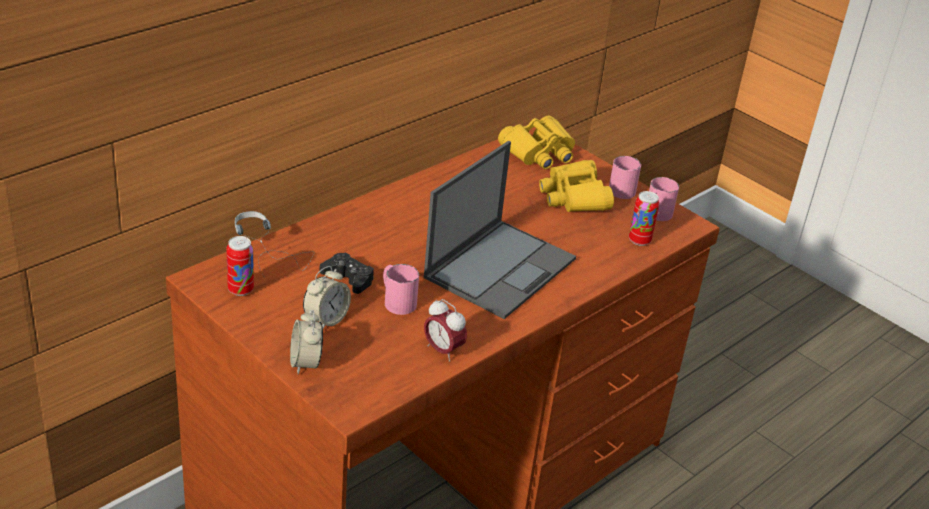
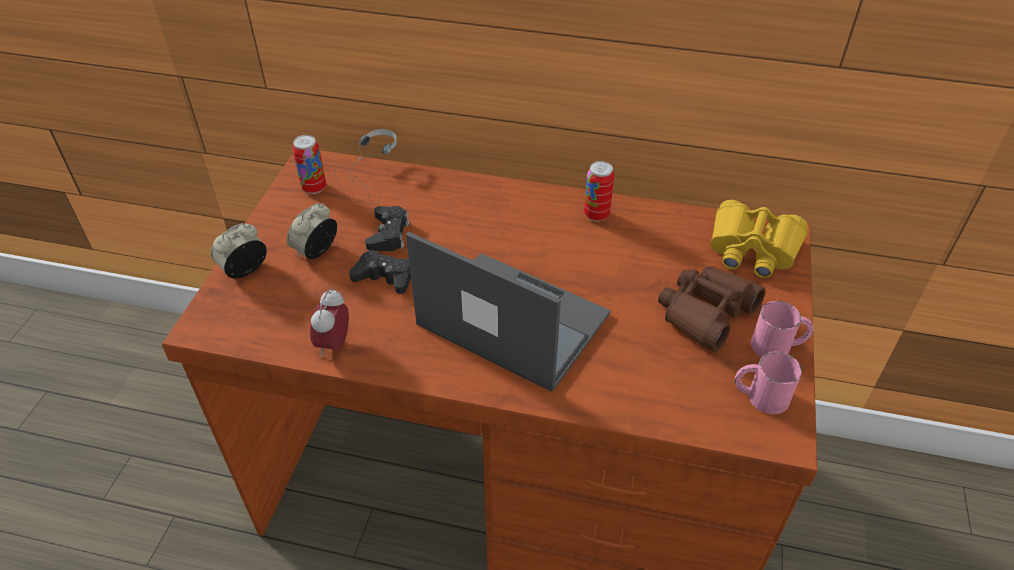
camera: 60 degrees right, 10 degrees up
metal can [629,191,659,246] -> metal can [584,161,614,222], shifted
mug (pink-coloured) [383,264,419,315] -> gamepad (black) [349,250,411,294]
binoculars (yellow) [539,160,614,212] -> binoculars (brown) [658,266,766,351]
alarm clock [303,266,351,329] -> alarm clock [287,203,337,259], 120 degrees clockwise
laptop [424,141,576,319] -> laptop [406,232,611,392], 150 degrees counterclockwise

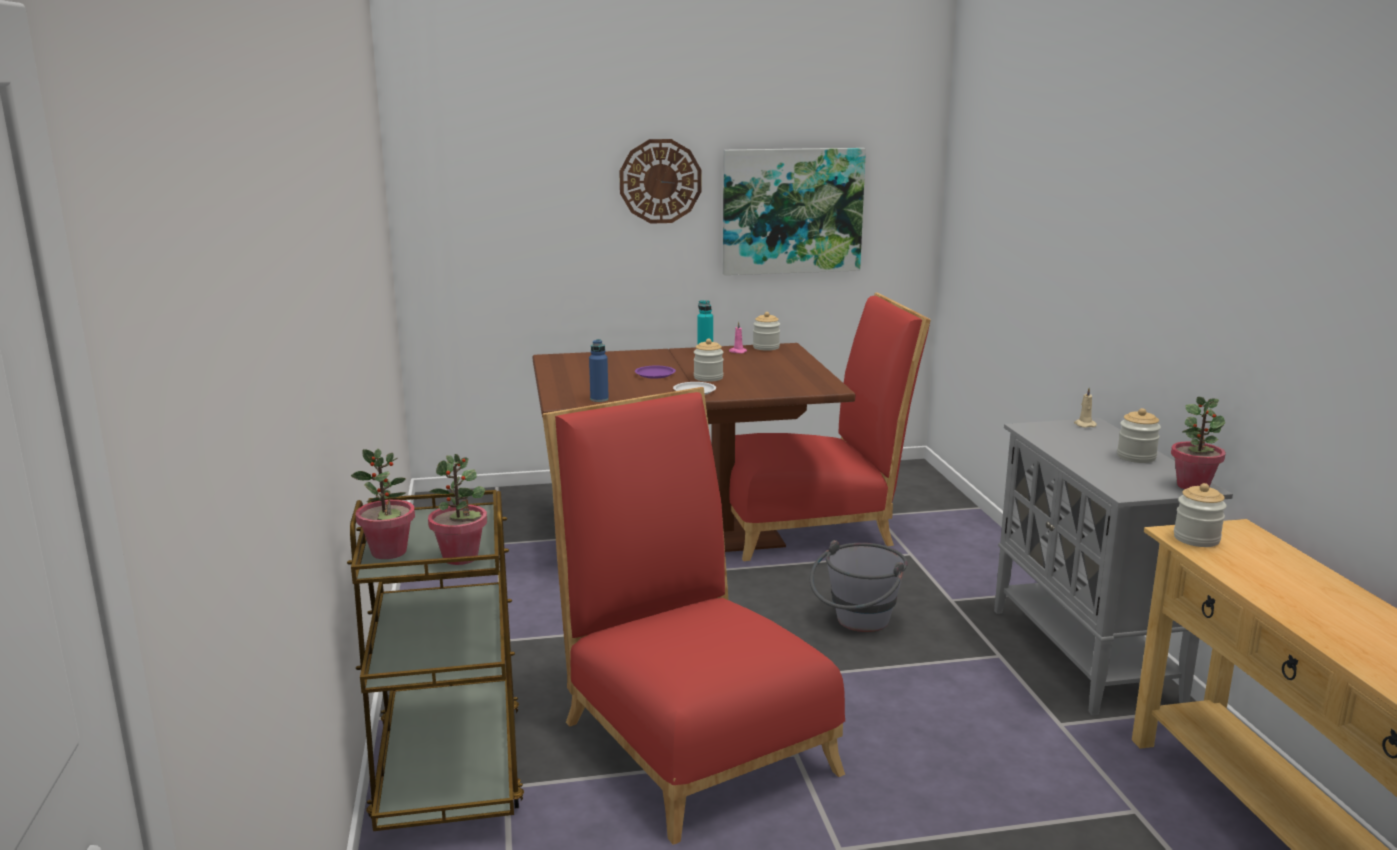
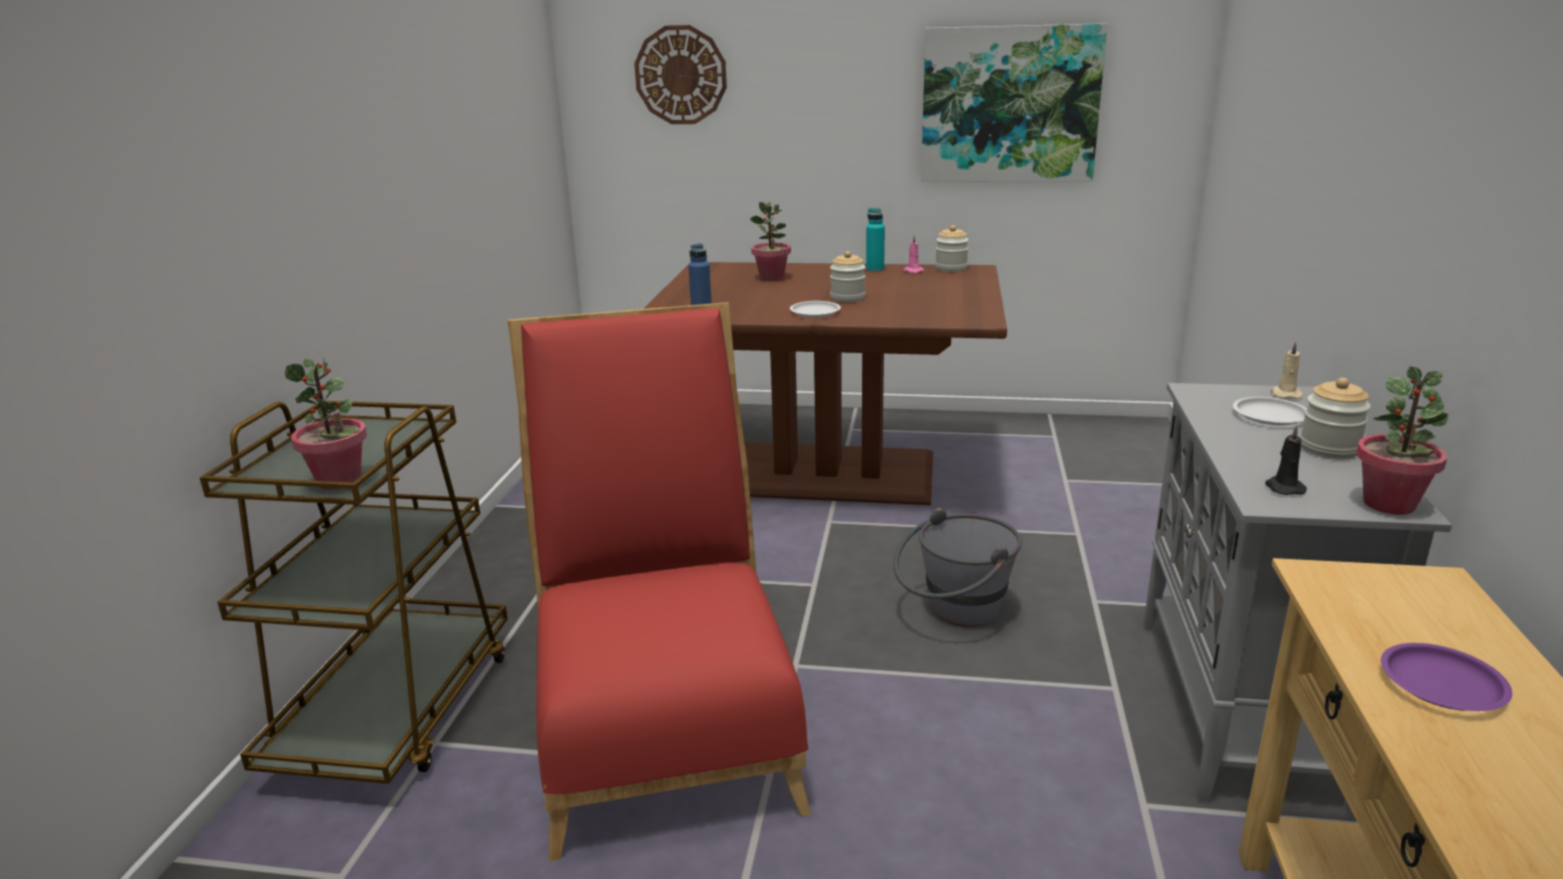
camera: 20 degrees right, 5 degrees up
chair (red-coloured) [729,292,931,561] -> none
jar [1174,483,1226,547] -> none
none -> plate (white-coloured) [1233,397,1307,425]
none -> wax candle (black) [1265,425,1307,495]
potted plant [351,449,415,559] -> potted plant [750,202,791,281], shifted
wall clock [619,139,701,224] -> wall clock [634,25,727,124], shifted
plate (purplish) [635,366,676,379] -> plate (purplish) [1381,643,1512,711], shifted

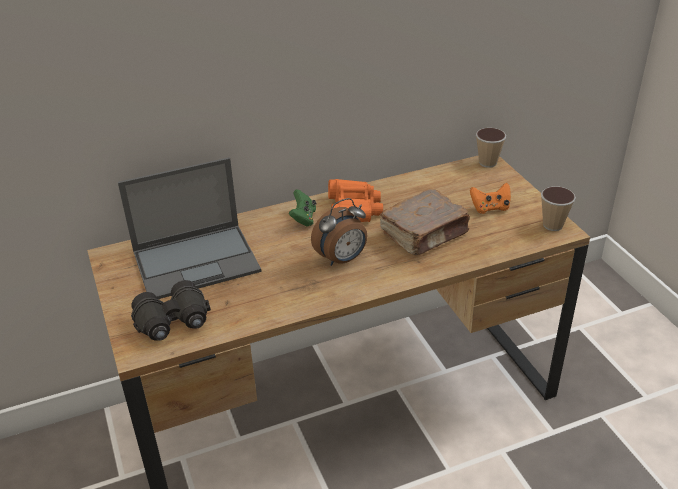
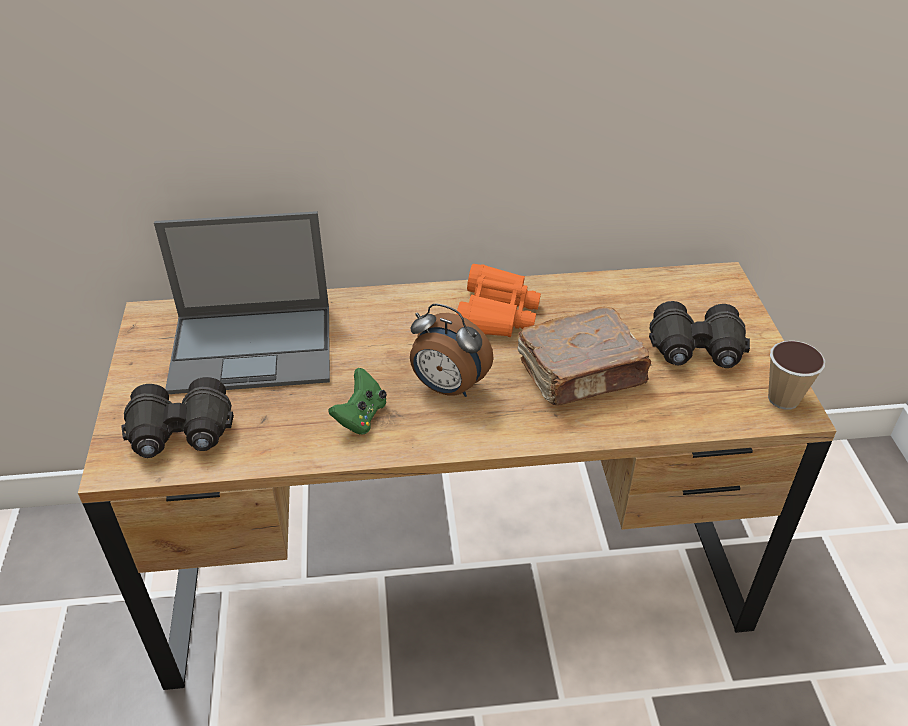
camera: 15 degrees right, 5 degrees up
drinking cup [476,128,506,168] -> none
gamepad (greenish) [289,189,316,226] -> gamepad (greenish) [328,368,387,435], shifted
gamepad (orange) [470,183,511,214] -> binoculars (black) [649,301,750,368]
alarm clock [311,198,367,266] -> alarm clock [410,303,494,397], 45 degrees clockwise

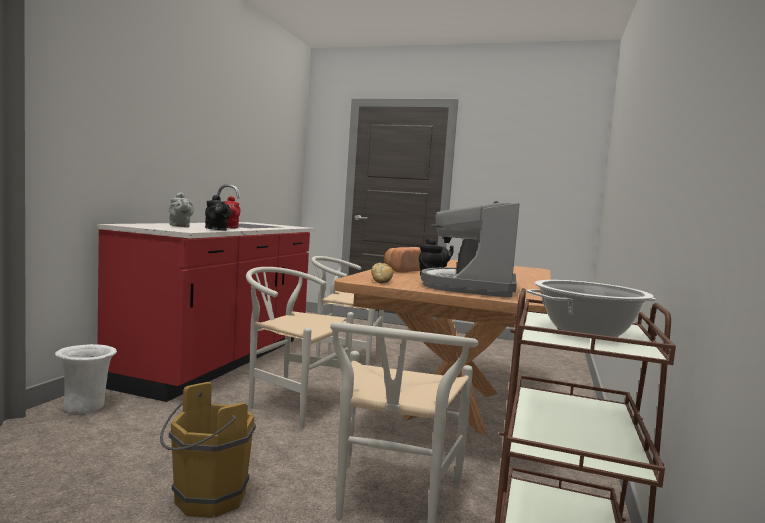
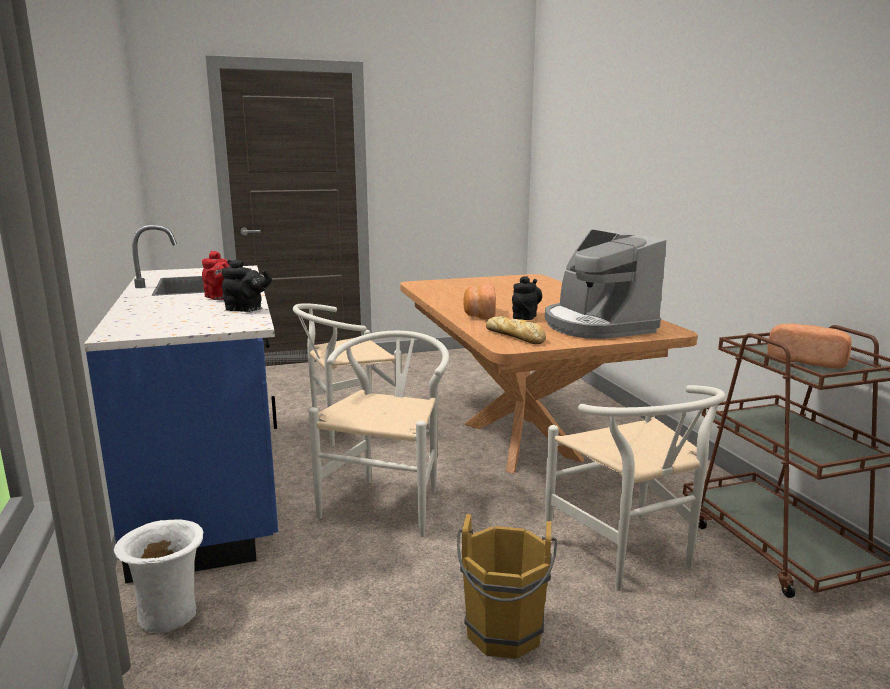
camera: 35 degrees left, 10 degrees up
pot for tea (greyish) [169,192,194,227] -> none
stockpot [526,280,656,337] -> baked bread [767,324,852,369]
counter (red-coloured) [97,184,315,402] -> counter (bluish) [84,225,278,584]
chair (white-coloured) [246,267,354,429] -> chair (white-coloured) [309,331,449,537], 120 degrees clockwise

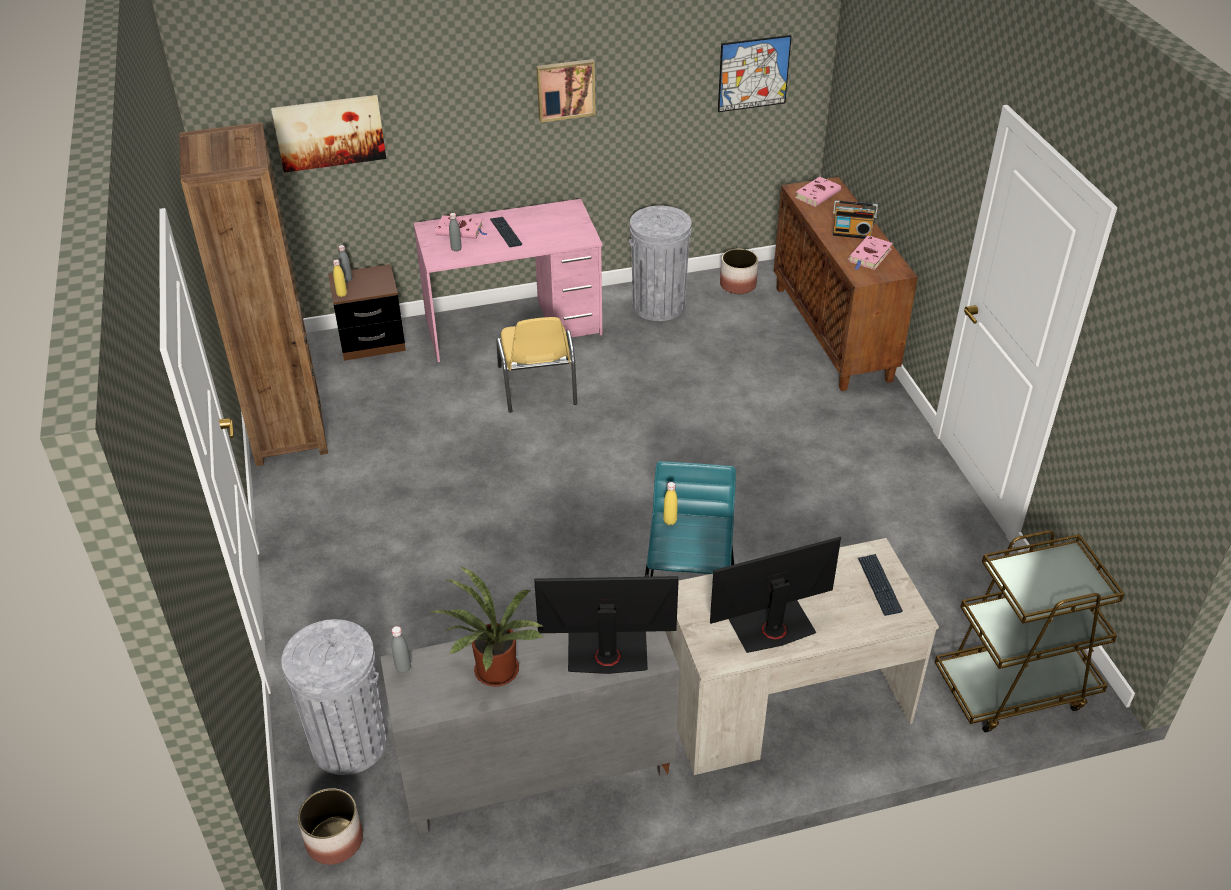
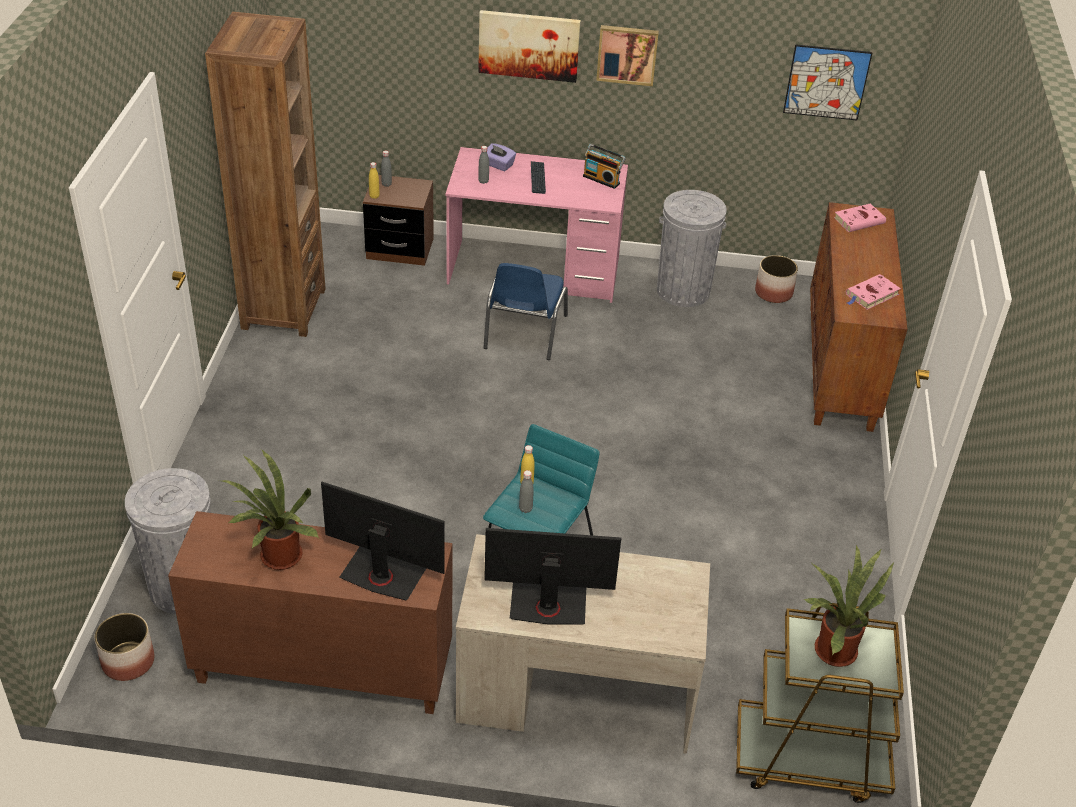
camera: 20 degrees right, 0 degrees up
keyboard [858,554,903,616] -> none
none -> potted plant [804,544,894,667]
wall picture [271,95,386,173] -> wall picture [478,10,581,83], shifted
beverage bottle (greyish) [391,626,411,673] -> beverage bottle (greyish) [519,470,534,513], shifted
radio set [832,200,878,239] -> radio set [583,144,626,189], shifted
book (pink-coloured) [435,215,488,239] -> tissue holder (purplish) [487,143,516,171]
cupboard (greyish) [380,626,680,834] -> cupboard (brown) [168,511,452,714]
chair (yellow) [496,317,577,413] -> chair (bluish) [483,263,568,360]

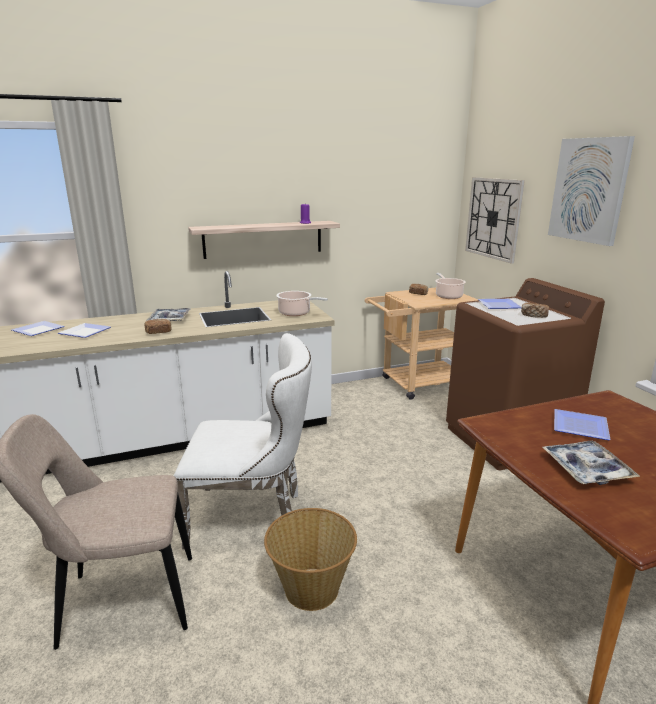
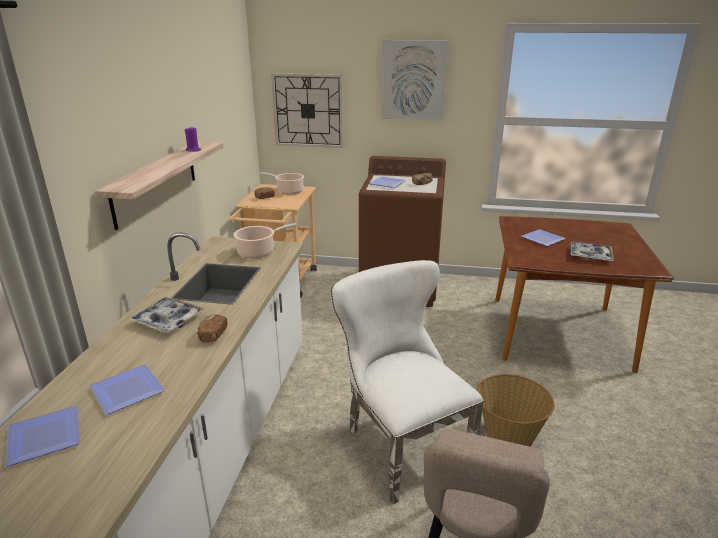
camera: 60 degrees left, 5 degrees up
chair (white-coloured) [173,333,312,549] -> chair (white-coloured) [331,260,484,504], 60 degrees counterclockwise

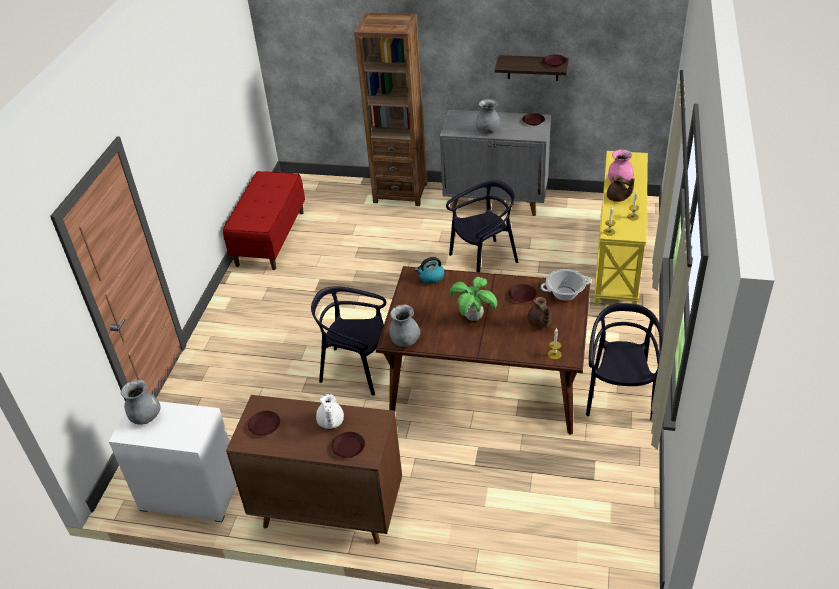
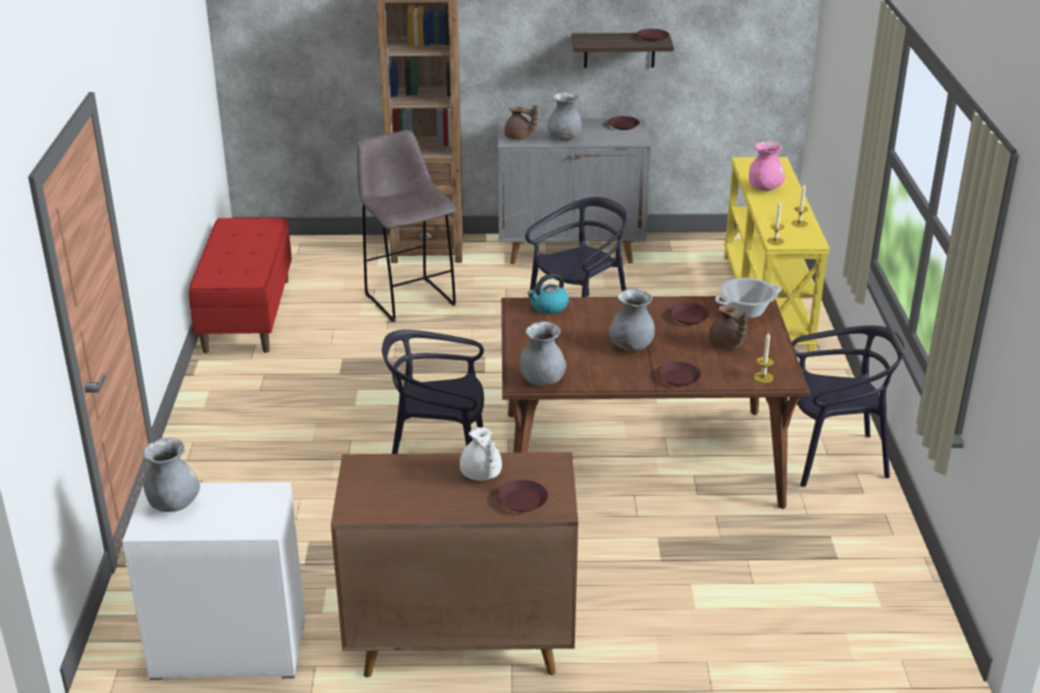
camera: 15 degrees left, 10 degrees down
none -> sitting stool (greyish) [357,130,456,322]
plate (brown) [248,411,280,436] -> plate (brown) [658,362,701,386], shifted
pot for tea (brown) [607,175,634,202] -> pot for tea (brown) [504,105,538,140], shifted
potted plant [450,277,497,321] -> vase (greyish) [609,289,655,351]
chair (black) [586,303,662,421] -> chair (black) [788,325,904,487], 90 degrees clockwise

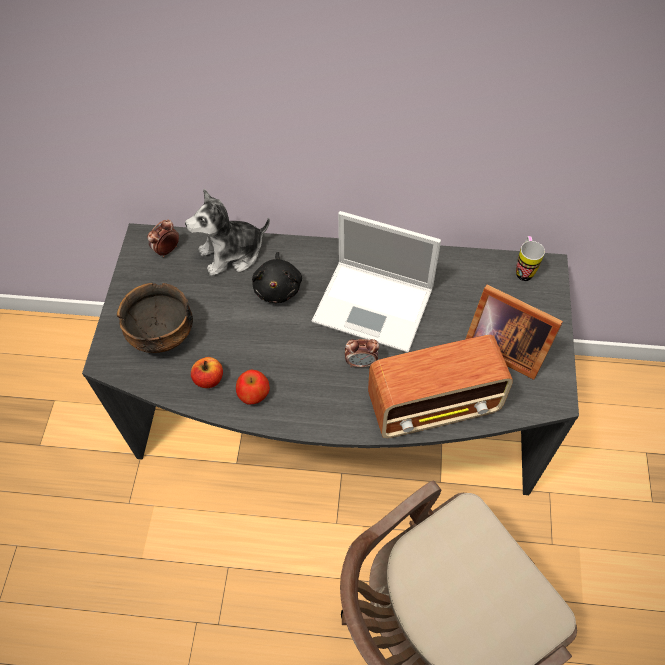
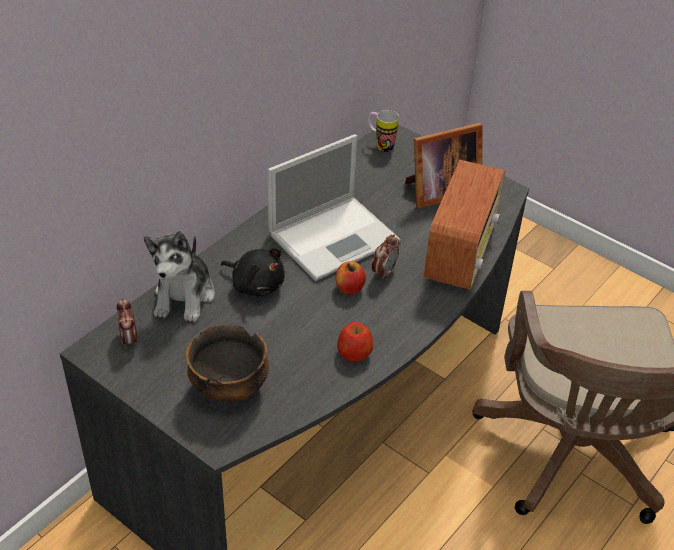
camera: 60 degrees left, 15 degrees down
apple [191,357,223,388] -> apple [335,261,366,294], shifted

